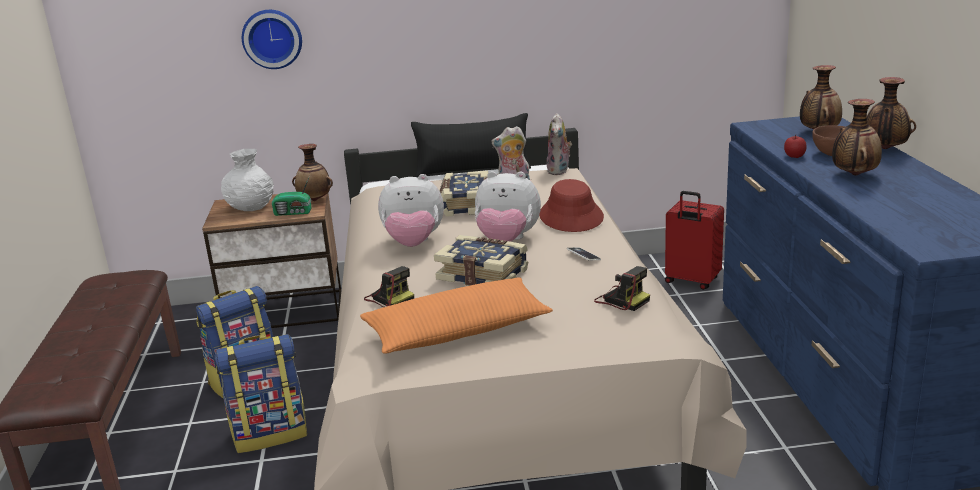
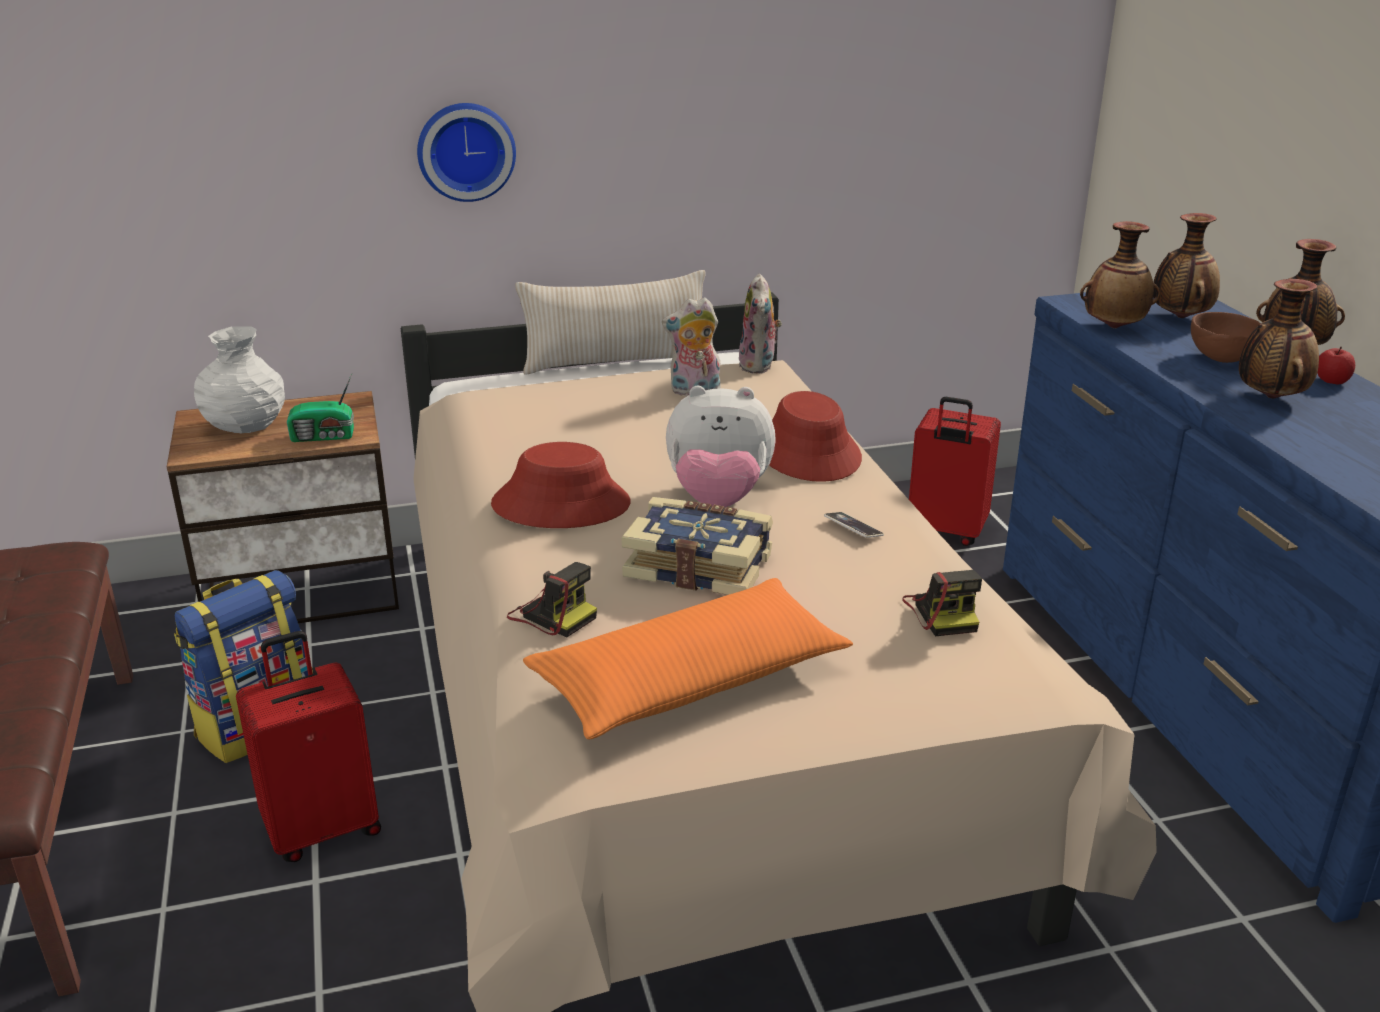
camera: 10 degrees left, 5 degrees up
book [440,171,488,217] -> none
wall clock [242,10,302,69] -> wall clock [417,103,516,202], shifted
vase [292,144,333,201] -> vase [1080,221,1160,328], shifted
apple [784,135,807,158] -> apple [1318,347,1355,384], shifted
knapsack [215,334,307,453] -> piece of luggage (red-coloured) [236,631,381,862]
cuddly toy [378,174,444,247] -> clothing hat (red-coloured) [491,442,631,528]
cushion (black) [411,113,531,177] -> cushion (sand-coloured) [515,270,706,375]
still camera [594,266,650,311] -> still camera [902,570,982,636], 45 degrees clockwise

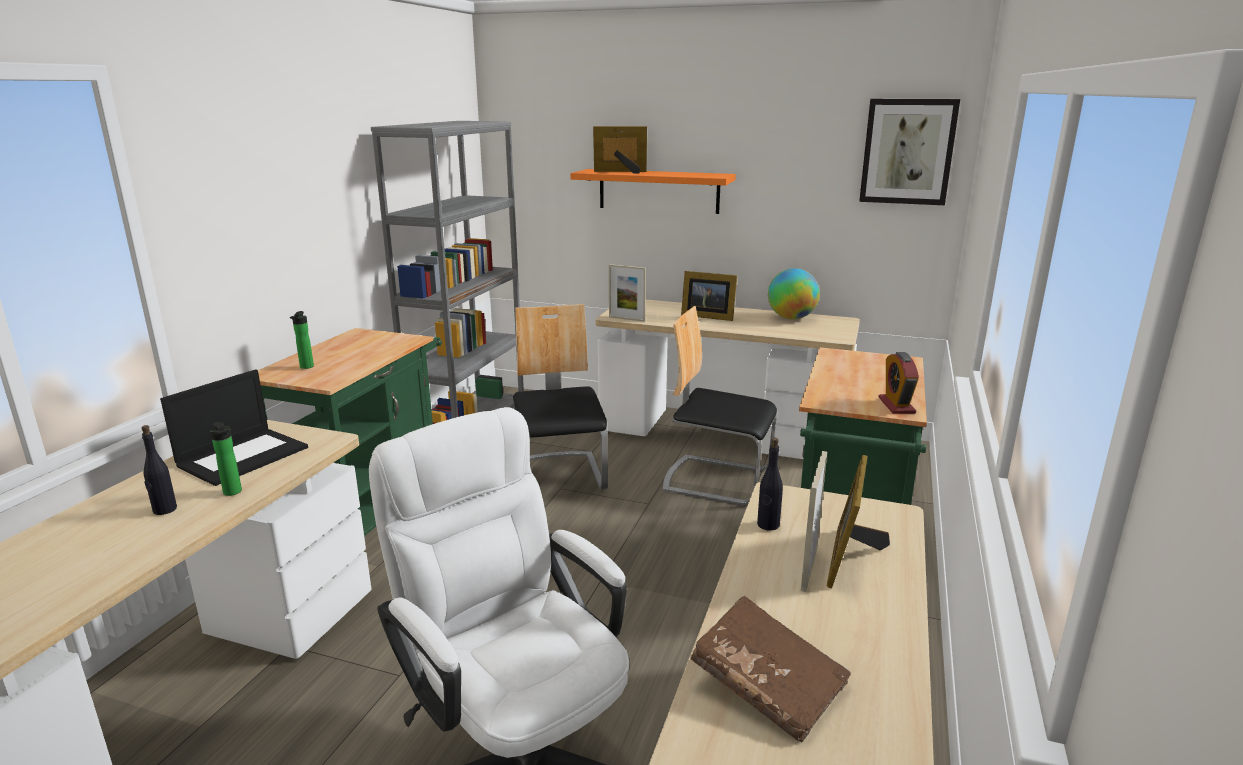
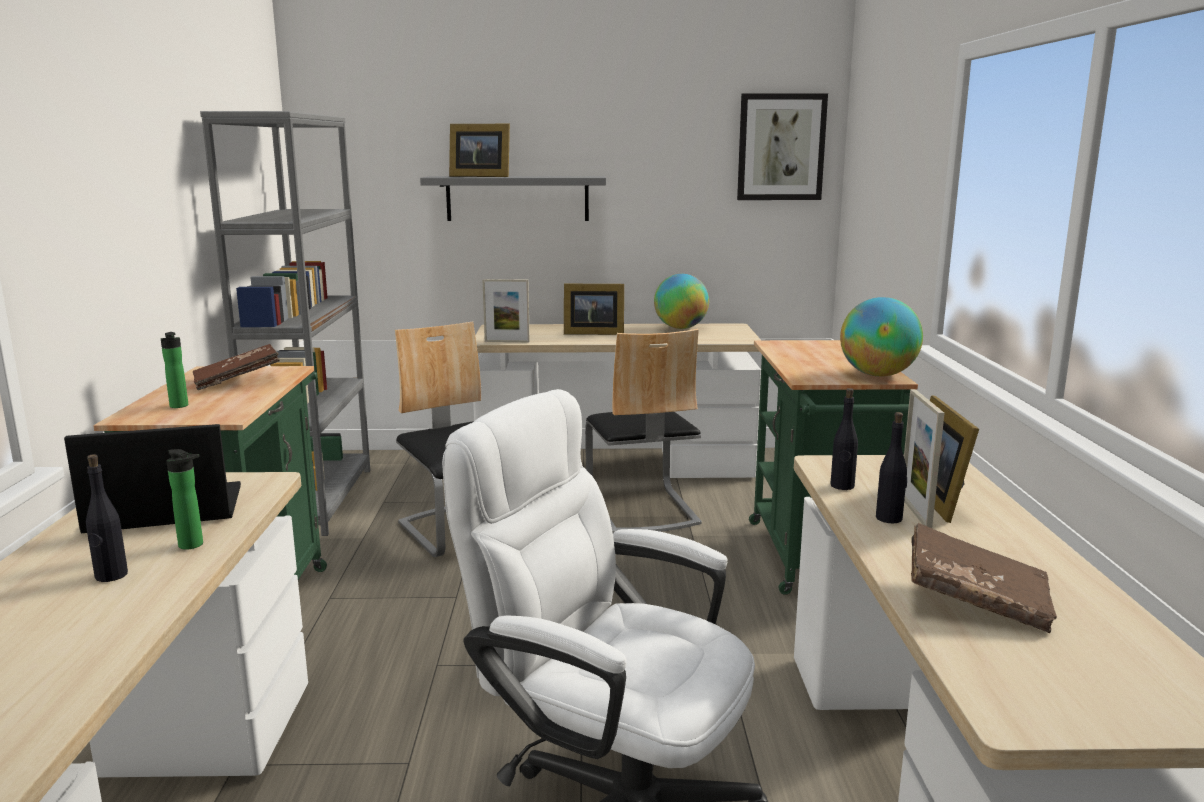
camera: 20 degrees left, 5 degrees down
none -> book (brown) [193,344,280,390]
none -> beverage bottle (black) [876,412,907,523]
alarm clock [878,352,919,414] -> globe [840,297,923,377]
bracket shelf (orange) [570,169,736,214] -> bracket shelf (greyish) [420,176,606,221]
laptop [160,369,308,486] -> laptop [64,424,241,533], 120 degrees counterclockwise
standing frame [593,126,647,174] -> standing frame [449,124,510,177], 150 degrees counterclockwise
chair [663,306,777,506] -> chair [585,329,702,533], 105 degrees counterclockwise

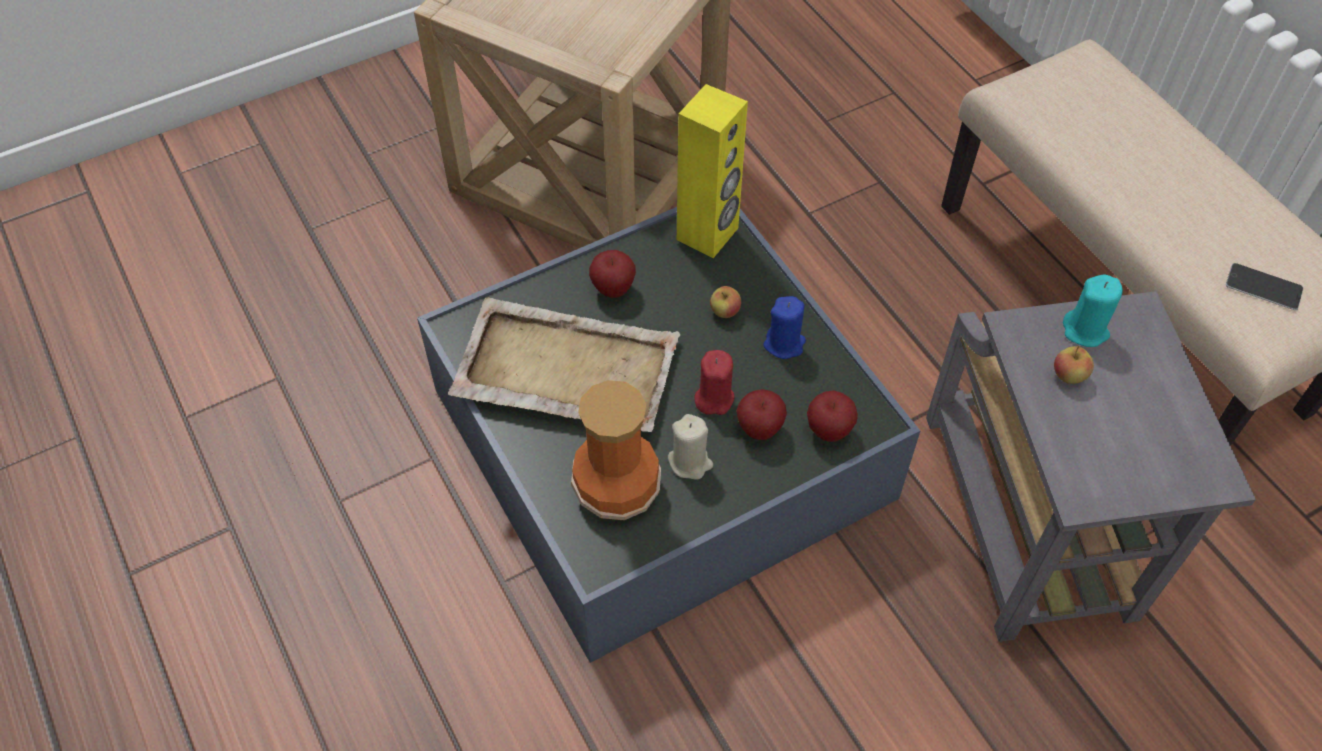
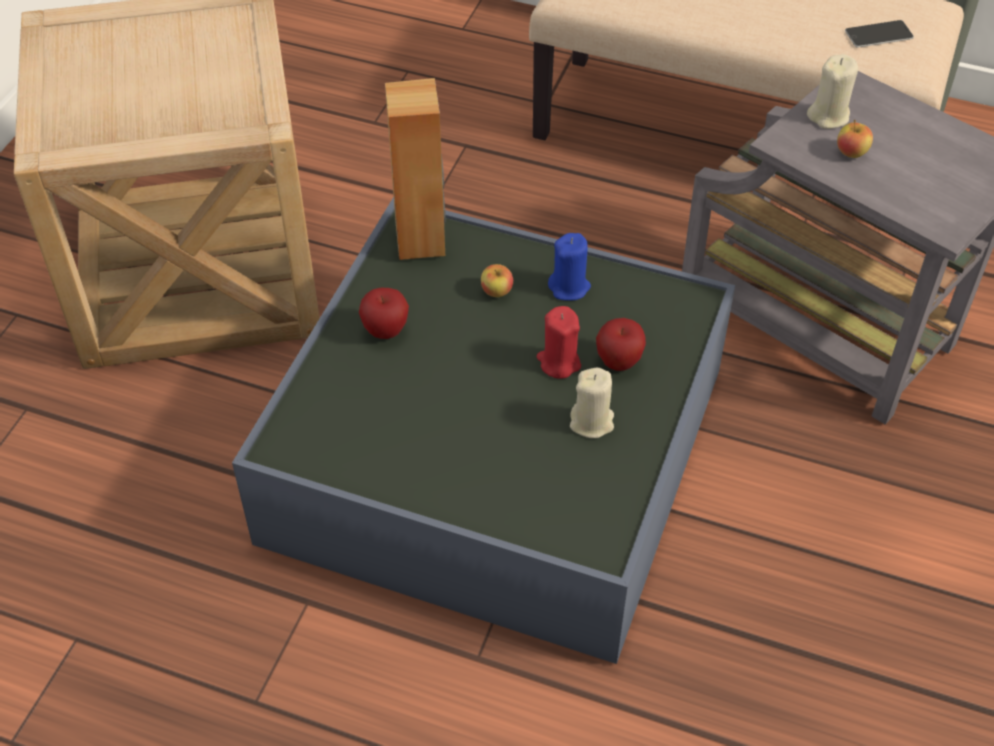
camera: 40 degrees left, 5 degrees down
tray (sand-coloured) [448,297,680,432] -> none
vase [571,380,661,520] -> none
apple [807,390,858,442] -> none
speaker (yellow) [677,84,748,258] -> speaker (brown) [385,78,446,260]
wax candle (blue-green) [1063,274,1123,347] -> wax candle (sand-coloured) [807,54,858,129]

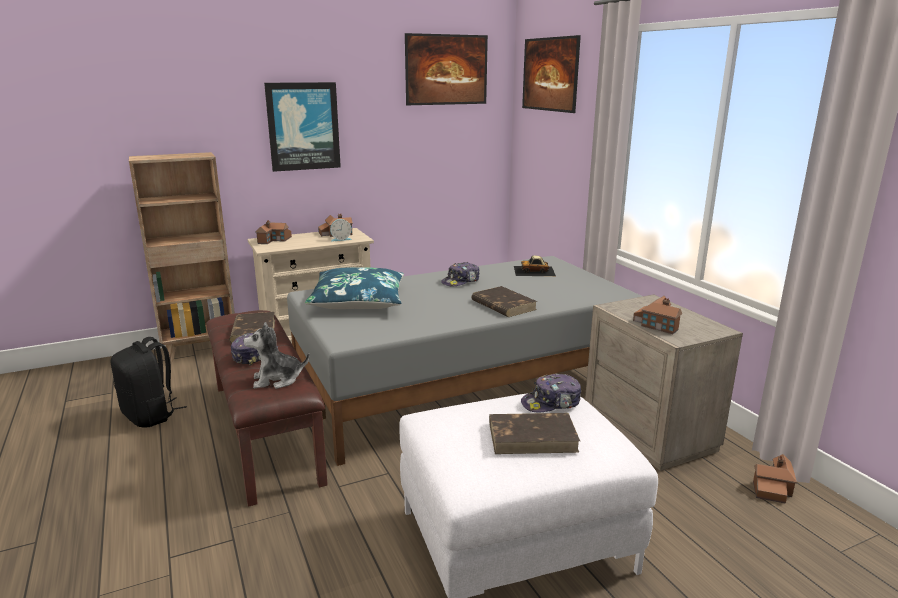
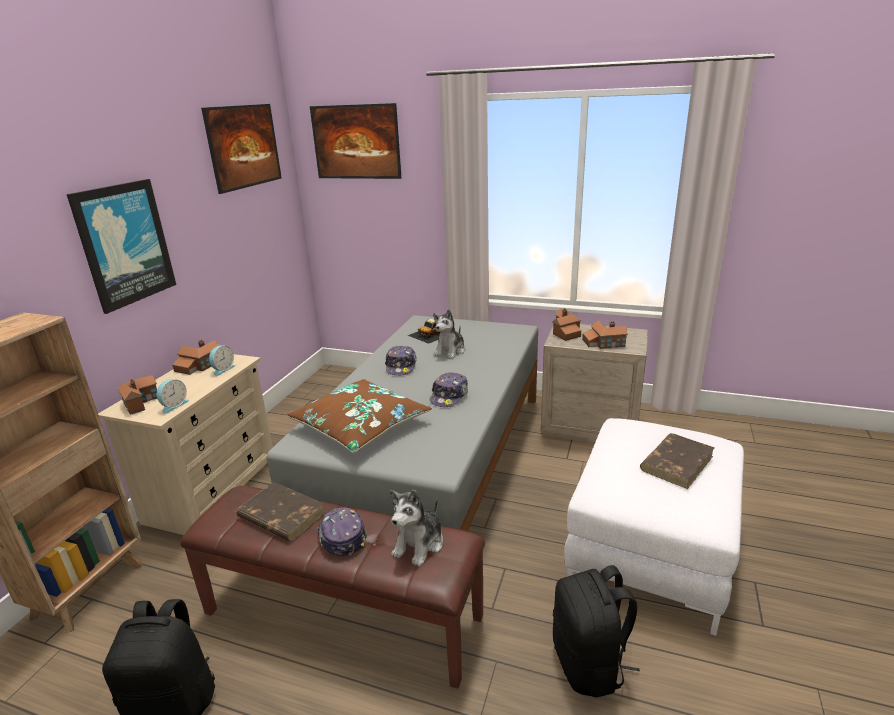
camera: 45 degrees left, 5 degrees up
book (brown) [471,286,537,317] -> none
none -> alarm clock [157,379,189,414]
none -> cuddly toy [433,309,465,359]
none -> knapsack (black) [553,565,640,697]
cap [521,374,581,413] -> cap [430,372,468,407], shifted
miniature house [753,454,797,504] -> miniature house [552,308,581,341], shifted
cushion (bluish) [305,267,404,309] -> cushion (brown) [286,379,432,453]

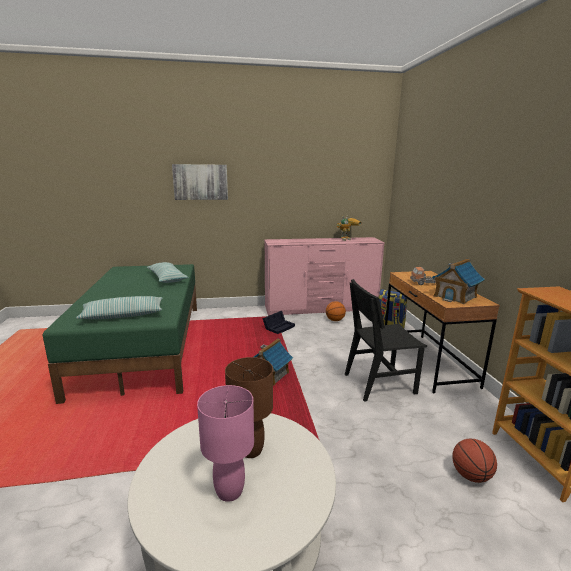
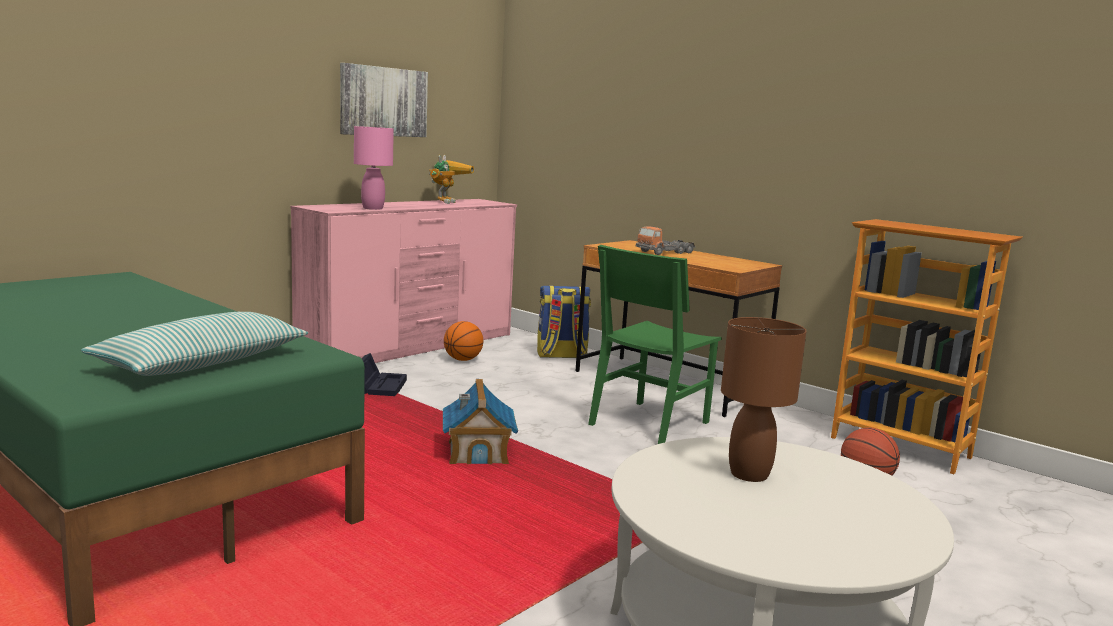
camera: 40 degrees left, 5 degrees down
cushion [147,262,188,283] -> none
miniature house [432,259,485,304] -> none
wall picture [172,164,228,200] -> wall picture [340,63,428,137], shifted
lamp for a table (pink-coloured) [197,385,254,502] -> lamp for a table (pink-coloured) [354,126,394,210], shifted
chair (black) [345,279,427,402] -> chair (greenish) [588,245,722,444]

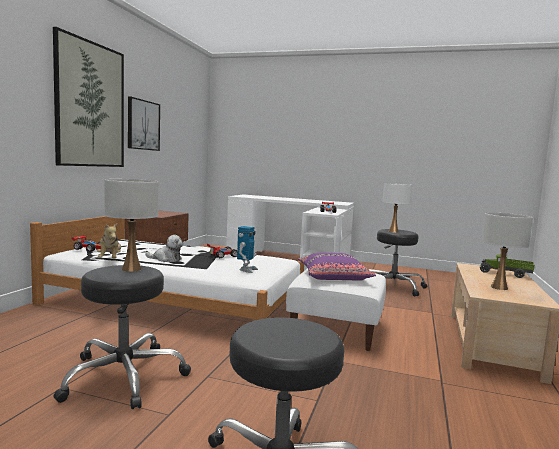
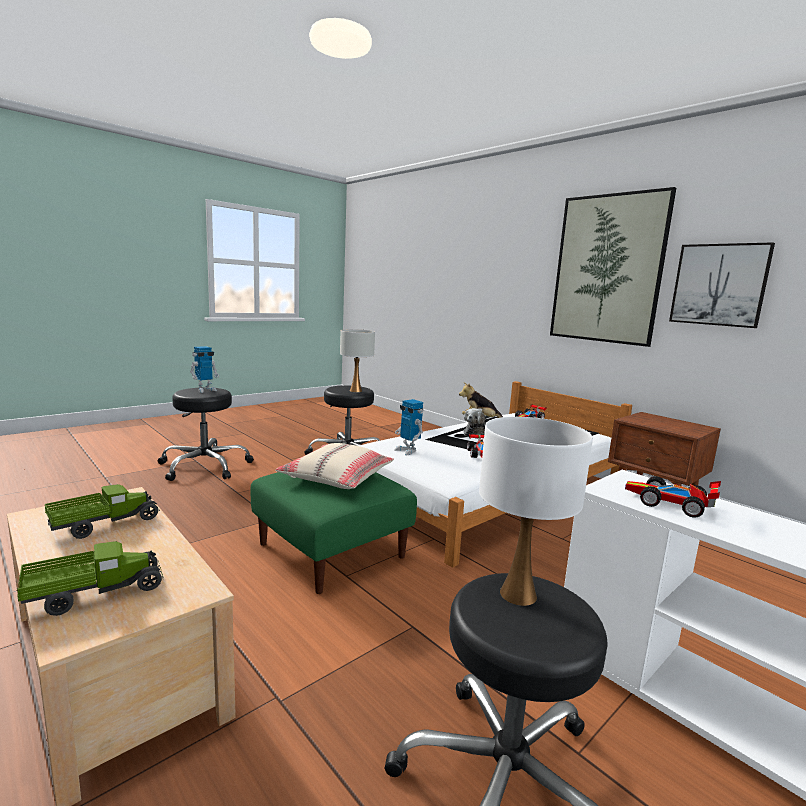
camera: 120 degrees right, 5 degrees up
none -> robot figure [190,346,219,393]
lamp for a table (white-coloured) [482,212,533,290] -> model truck [45,484,160,539]
pouffe (white-coloured) [286,269,386,351] -> pouffe (greenish) [250,472,417,594]
cushion (purplish) [298,253,376,281] -> cushion (sand-coloured) [275,443,394,489]

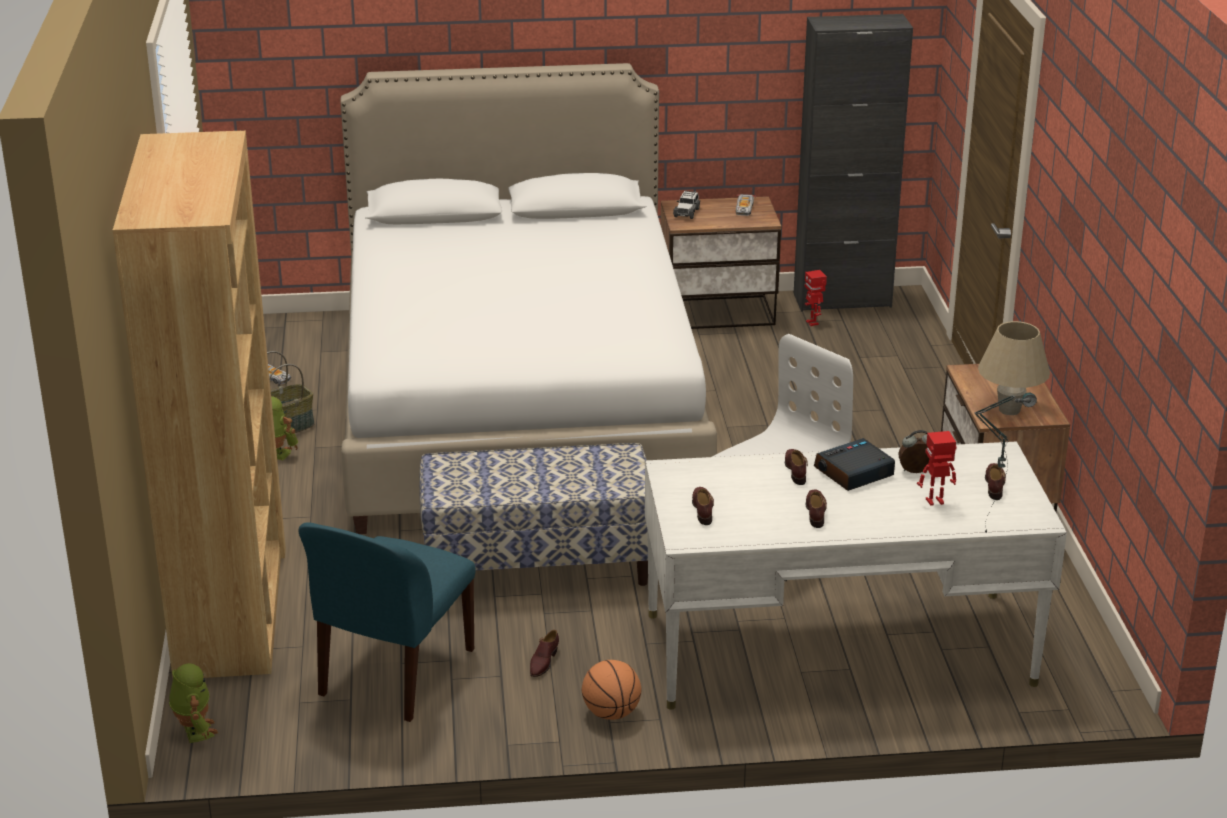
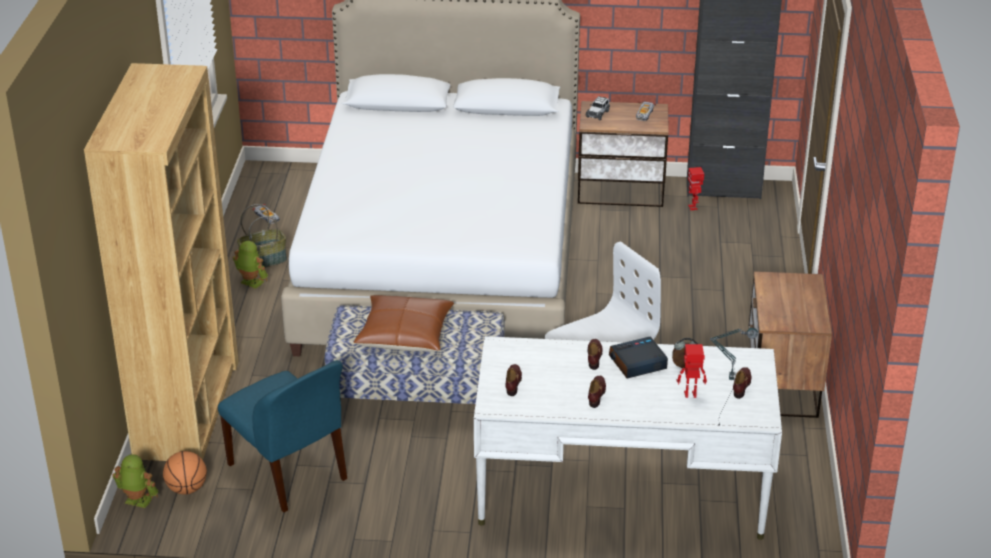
camera: 10 degrees right, 5 degrees up
item of footwear (brown) [530,630,559,677] -> none
lamp for a table (sand-coloured) [978,321,1050,415] -> none
none -> cushion (brown) [354,295,454,352]
basketball ball [582,660,642,720] -> basketball ball [163,451,207,494], shifted
robot figure [169,663,218,743] -> robot figure [112,454,158,508], 60 degrees counterclockwise
chair (bluish) [299,522,476,722] -> chair (bluish) [218,360,347,512], 75 degrees counterclockwise

